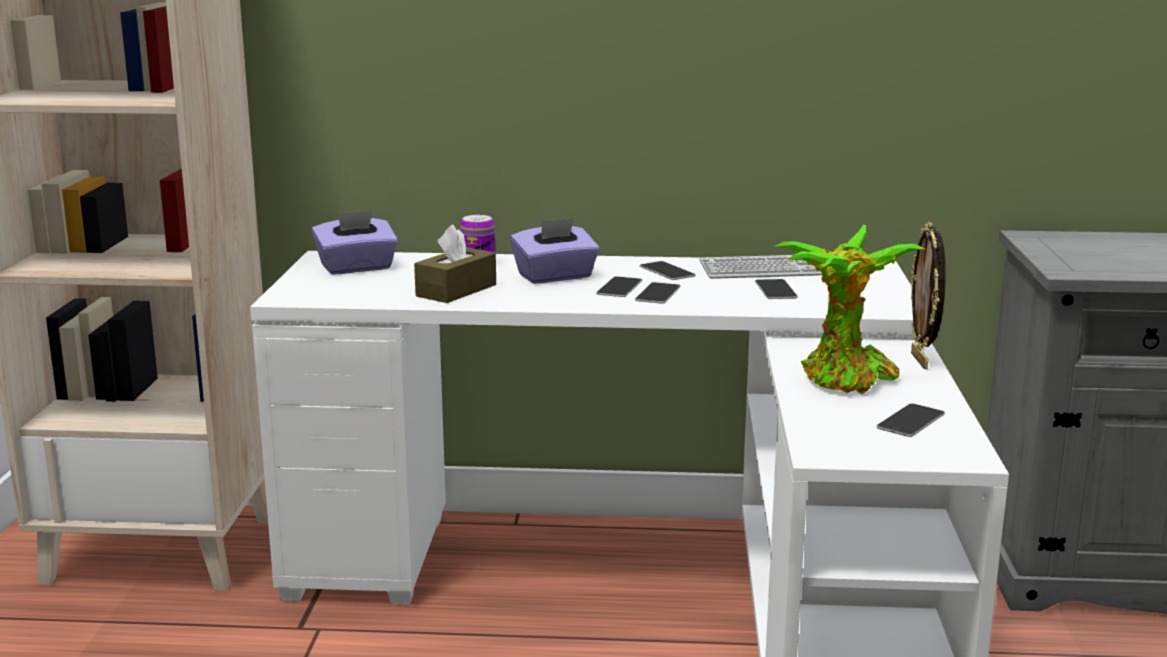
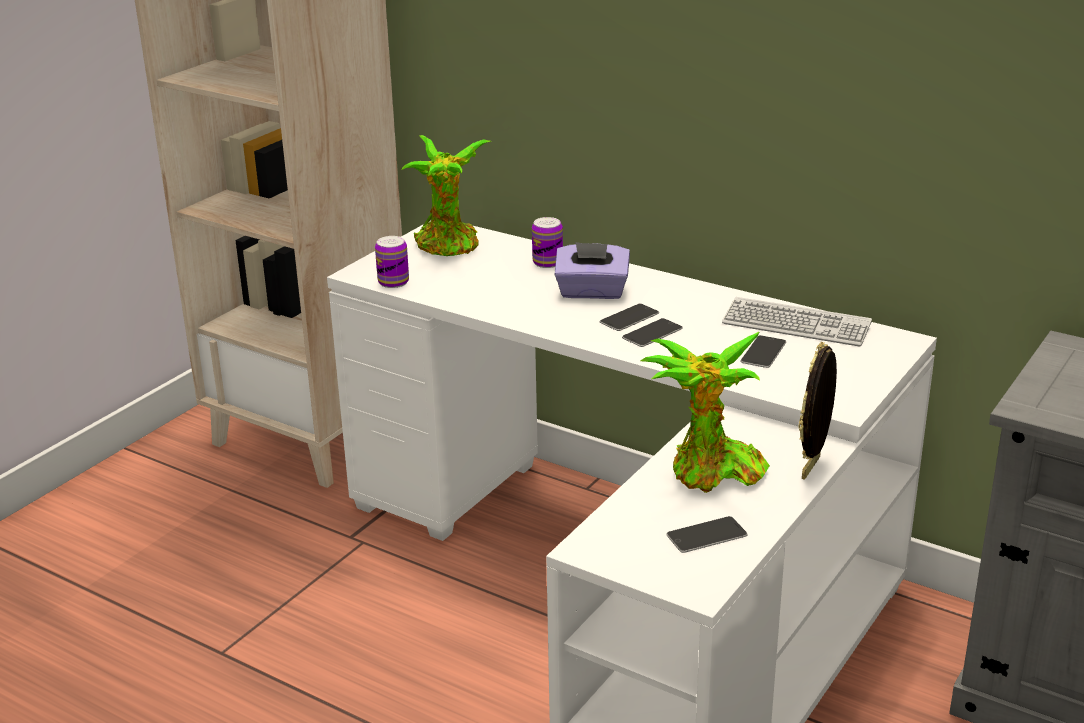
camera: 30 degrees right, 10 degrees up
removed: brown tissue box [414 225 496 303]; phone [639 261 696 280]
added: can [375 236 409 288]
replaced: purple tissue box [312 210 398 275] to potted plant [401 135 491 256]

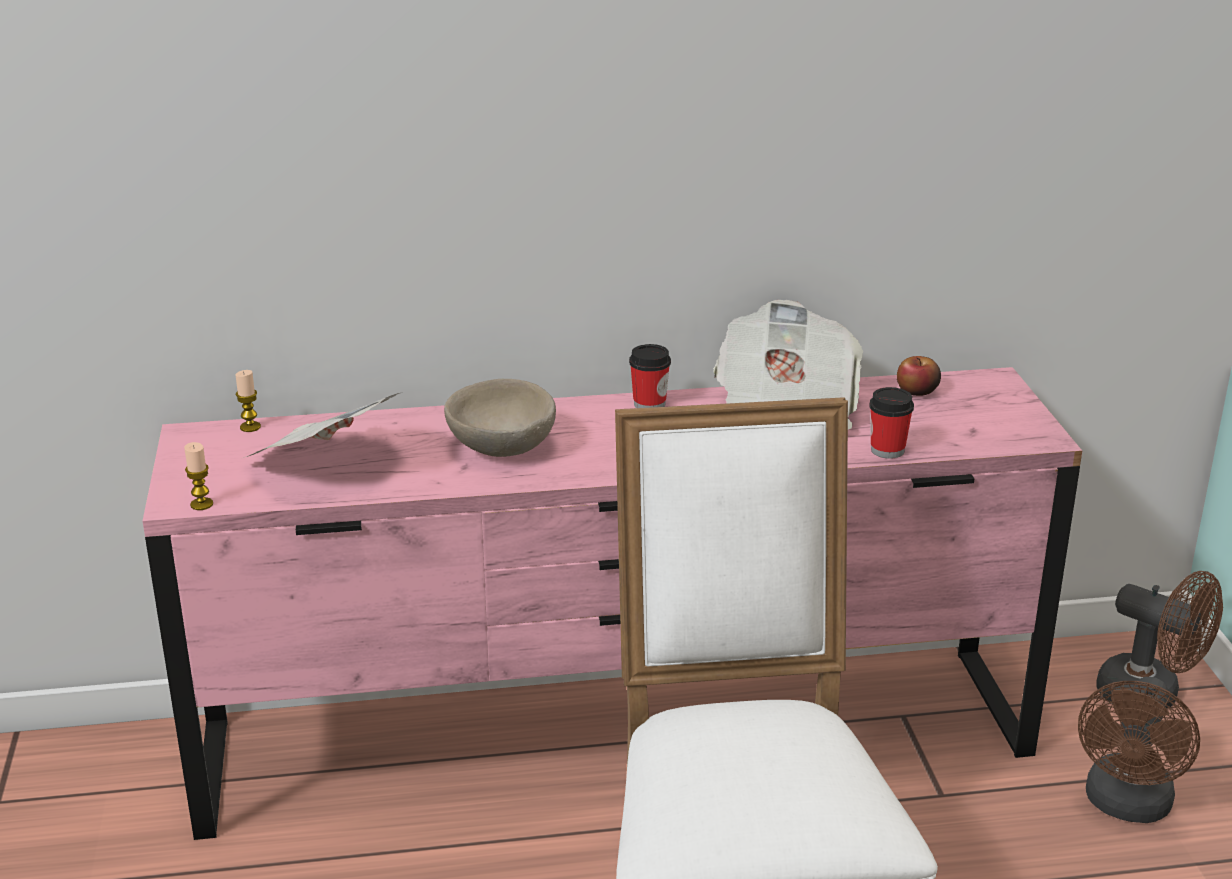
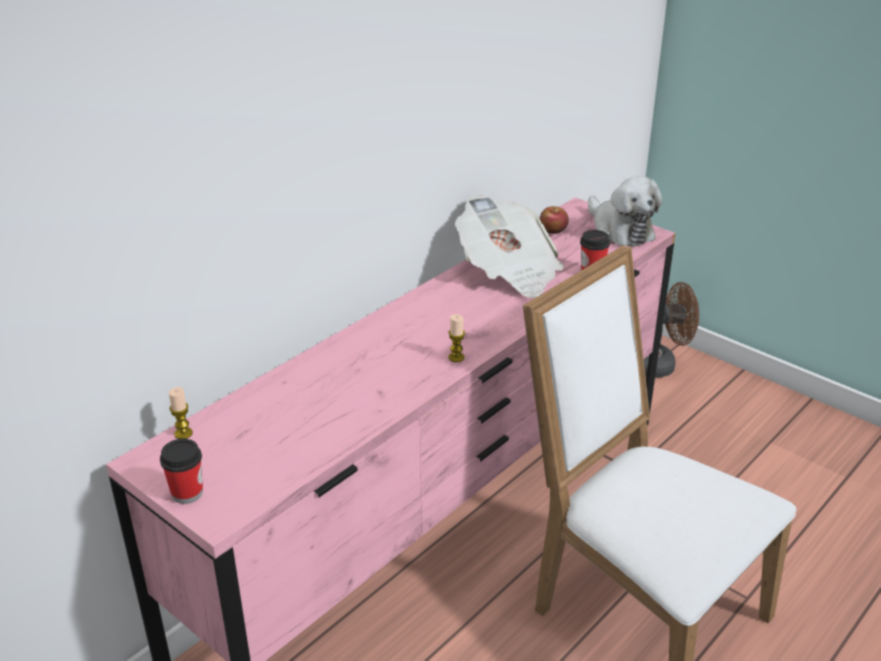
camera: 40 degrees left, 5 degrees up
removed: newspaper [243 393 399 458]; beige bowl [444 379 556 457]; brown fan [1078 677 1200 823]
added: plush toy [588 176 662 247]
moved: candle [184 442 213 510] to [448 314 465 362]; cup [629 344 671 408] to [160 439 203 504]

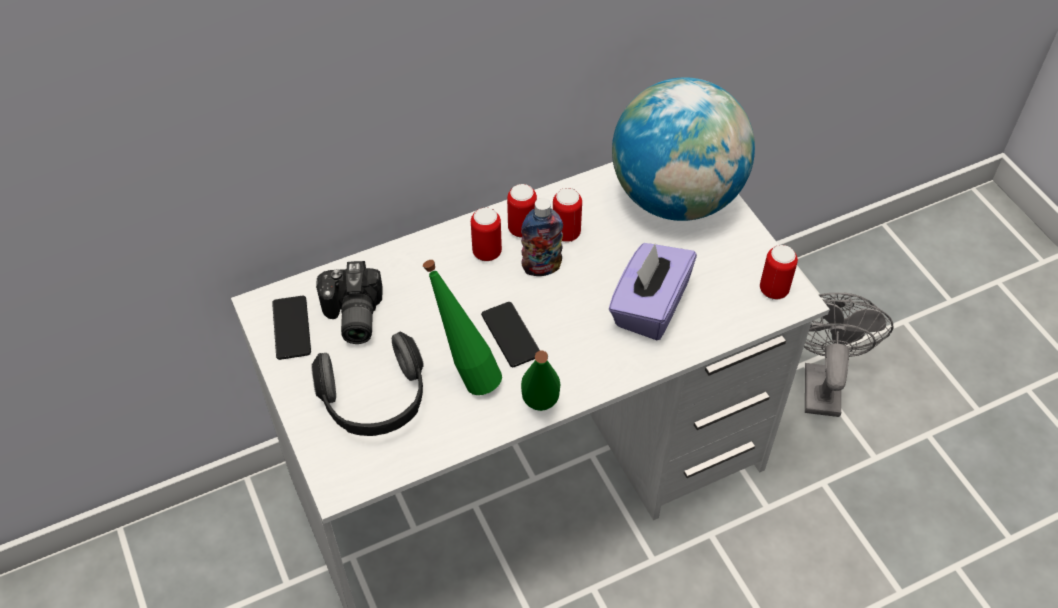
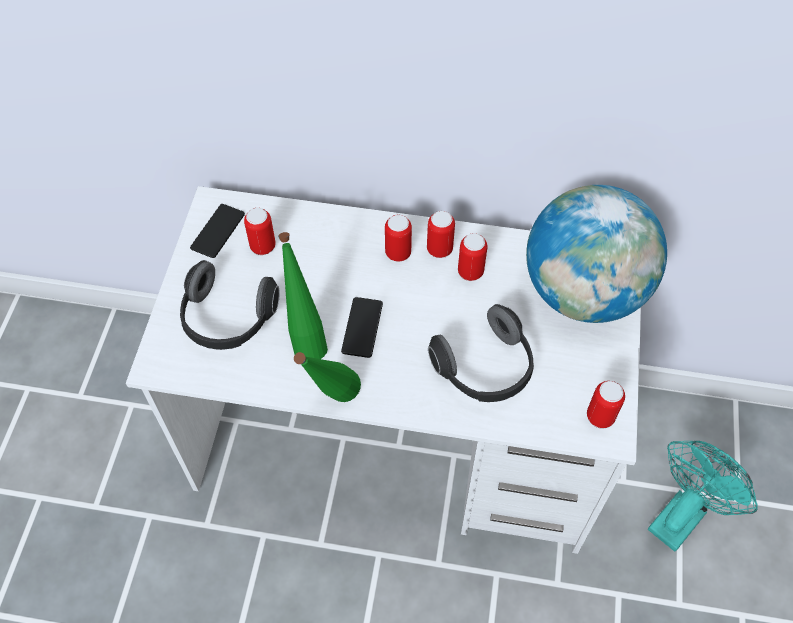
camera: 35 degrees right, 5 degrees up
removed: bottle [521 198 563 276]
replaced: photo camera [316 261 382 344] to can [244 208 276 255]; purple tissue box [609 243 697 340] to headphones [428 304 534 402]
recoloured: grey fan [804 293 894 417] to turquoise fan [648 441 758 551]

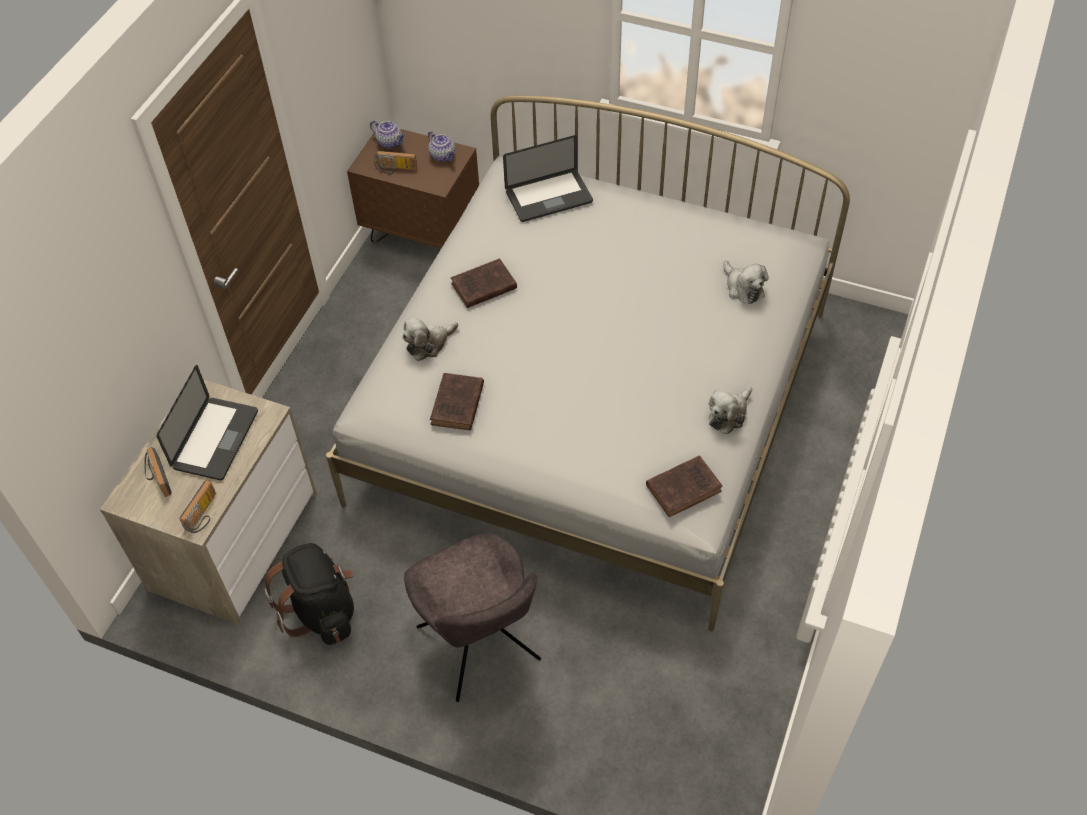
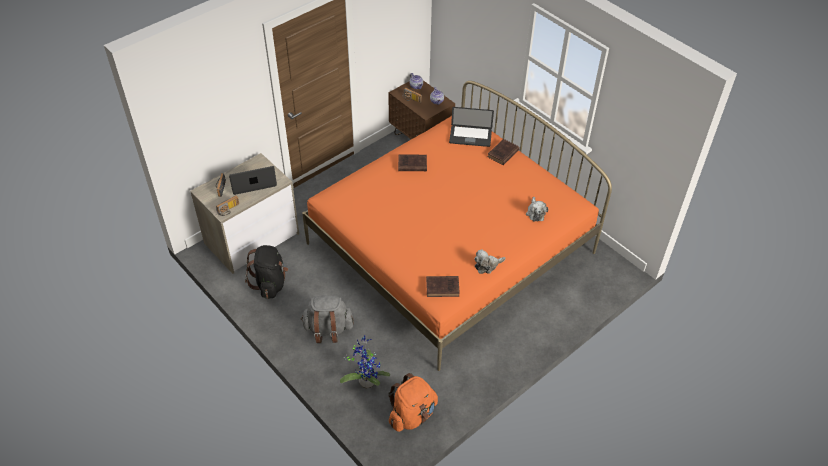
camera: 25 degrees right, 5 degrees down
removed: plush toy [402 317 458 361]
added: potted plant [340 335 390 389]; orange backpack [388 373 438 432]
moved: brown book [430 373 484 430] to [487 139 520 165]
replaced: grey chair [404 533 541 702] to grey backpack [301 295 353 343]
recoloured: white bed [326 95 850 632] to orange bed [302 81 612 371]
turned: laptop [157 365 258 480] = [229 166 277 195] 150 degrees counterclockwise

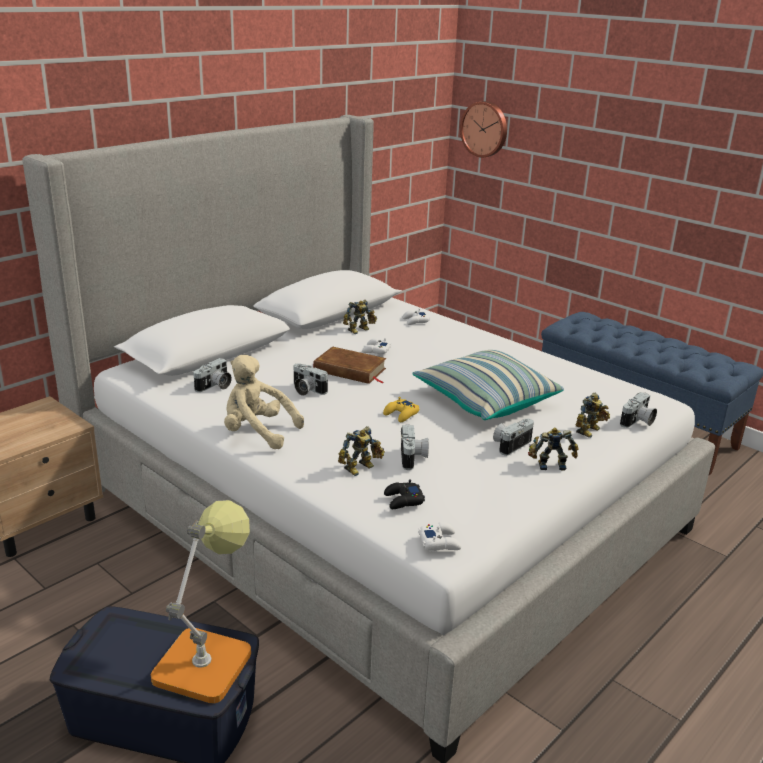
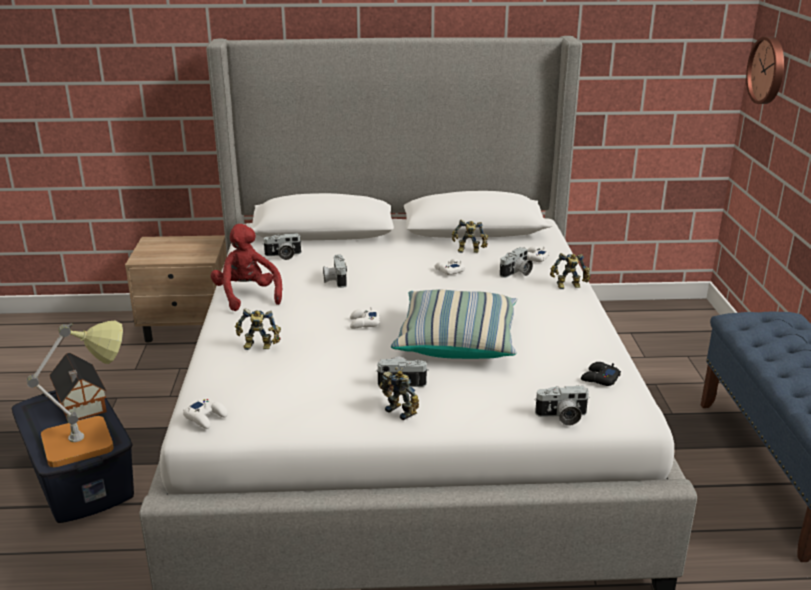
camera: 45 degrees right, 0 degrees up
removed: brown book [313 347 387 384]
added: toy house [49 353 107 420]
moved: black game controller [384 479 425 509] to [581 362 621 386]; photo camera [401 424 429 470] to [500 247 533 278]; toy robot [576 393 610 438] to [550 253 591 289]
recoloured: beige plush toy [224 355 304 449] to red plush toy [211 224 282 311]; yellow game controller [383 397 419 422] to white game controller [350 307 380 329]

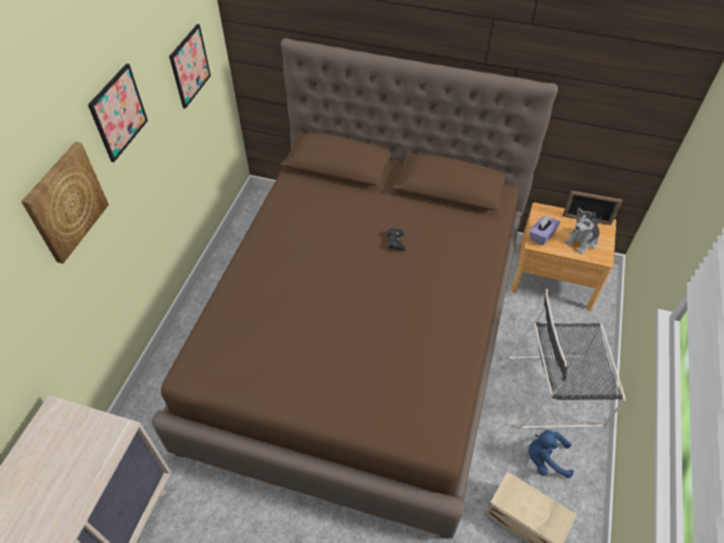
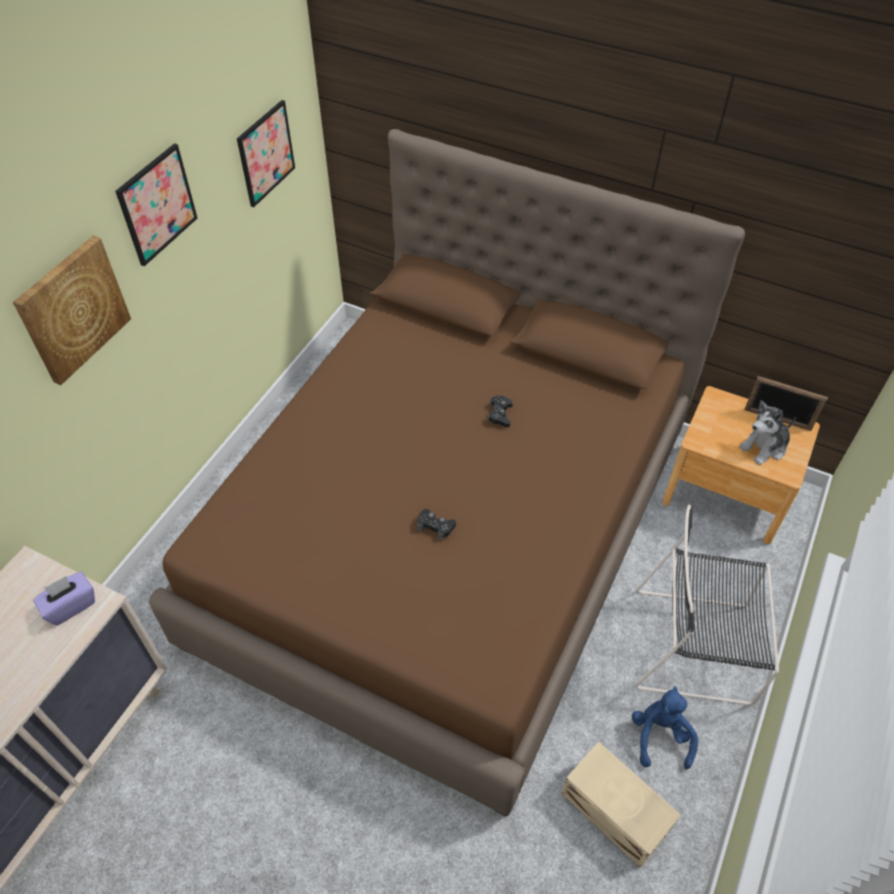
camera: 10 degrees right, 0 degrees up
added: black game controller [417 509 456 541]
moved: purple tissue box [529 216 560 245] to [33 572 95 626]
turned: blue plush toy [529 430 574 478] = [632 686 698 769] 75 degrees clockwise

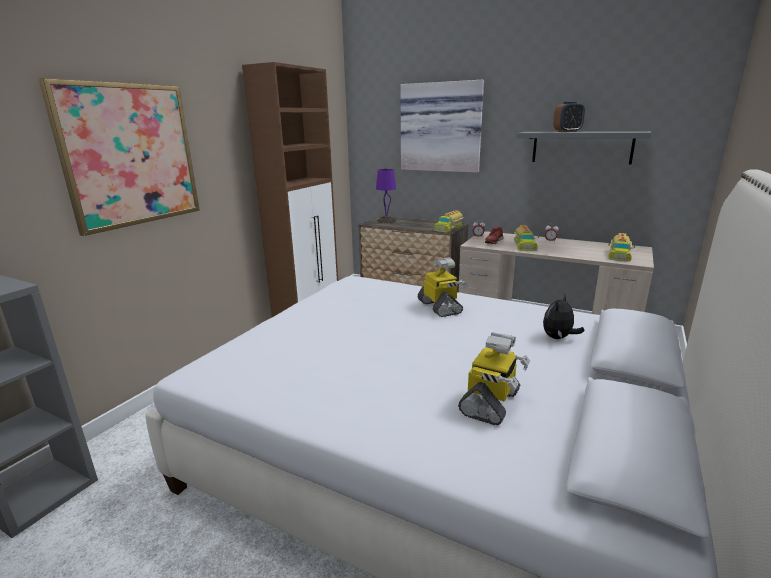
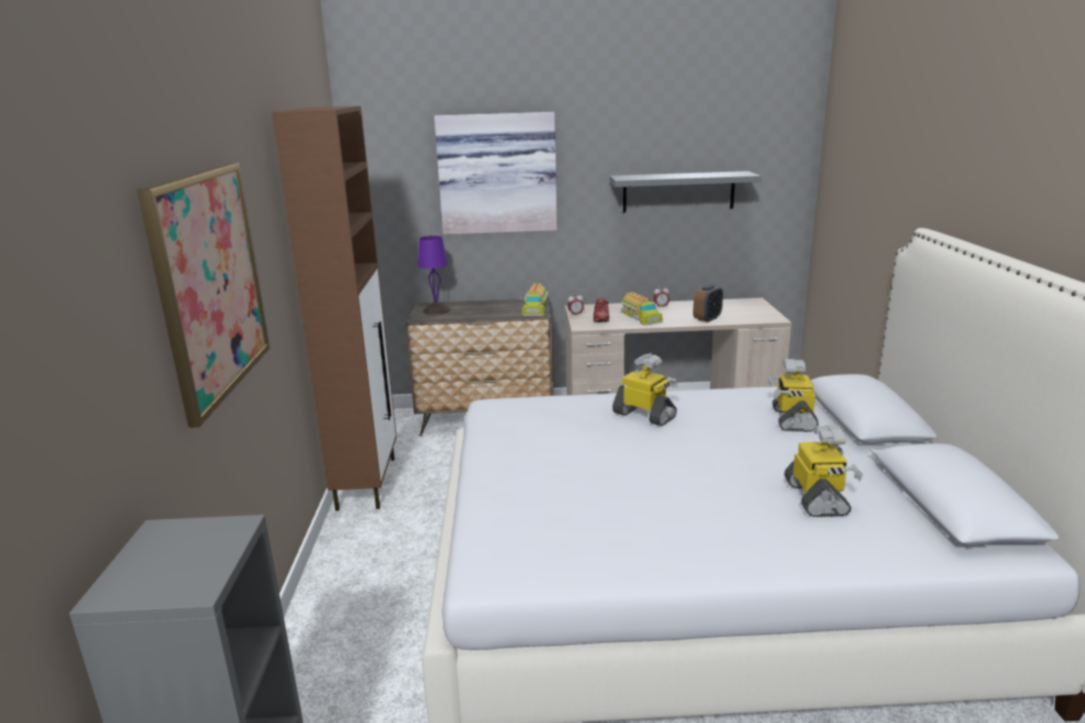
camera: 30 degrees left, 0 degrees up
removed: toy truck [608 233 635 262]
moved: alarm clock [553 102 585 132] to [693 284 723 322]
replaced: plush toy [543 295 585 339] to toy robot [768 359 818 432]

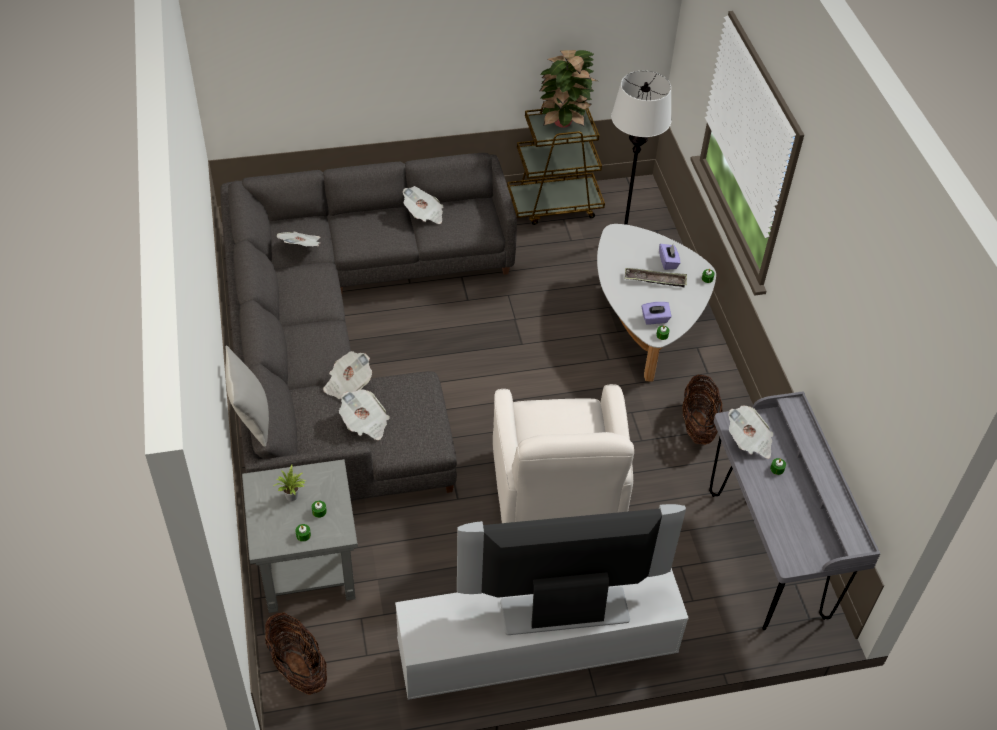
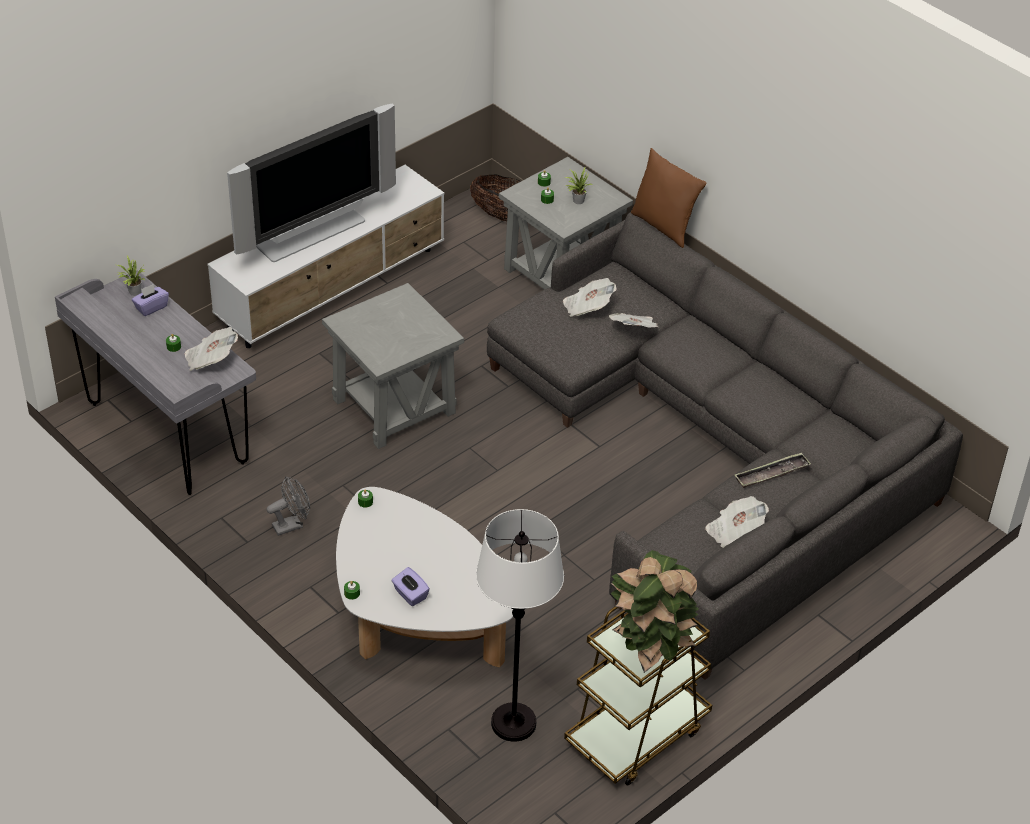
camera: 150 degrees right, 5 degrees down
removed: newspaper [277 232 320 246]
added: potted plant [117 256 146 296]
moved: tray [625 268 687 288] to [734 452 811 488]; purple tissue box [642 302 672 325] to [132 284 169 316]
replaced: white armchair [493 384 634 523] to grey side table [322 283 464 449]; basket [682 375 723 445] to grey fan [267 476 310 536]
recoloured: grey pillow [225 346 269 447] to brown pillow [631 148 707 248]

